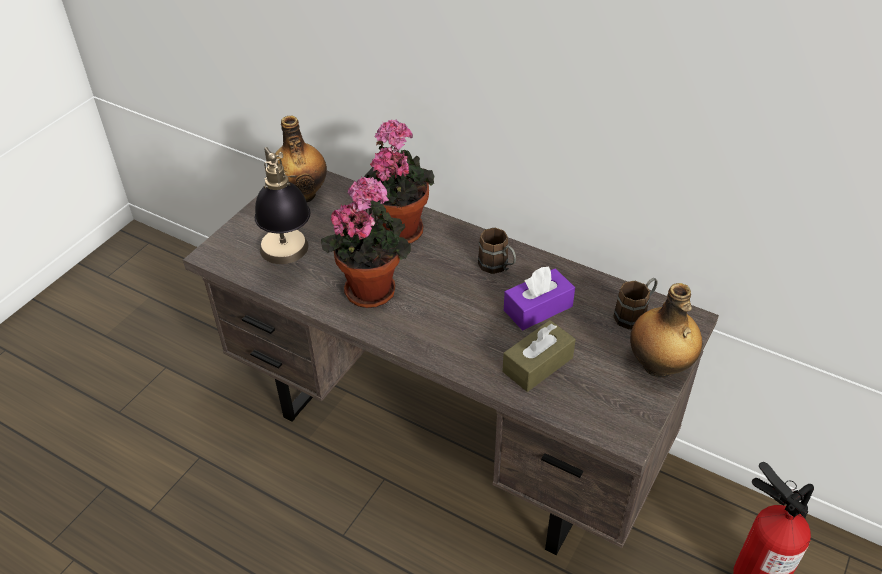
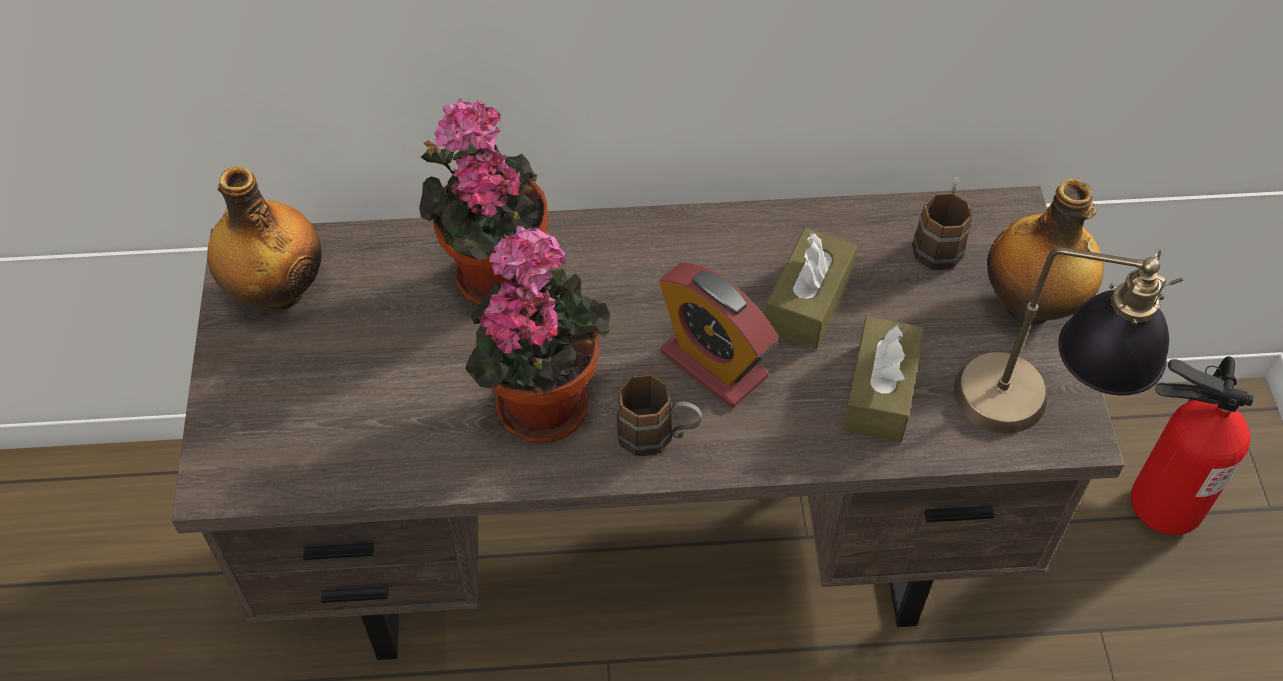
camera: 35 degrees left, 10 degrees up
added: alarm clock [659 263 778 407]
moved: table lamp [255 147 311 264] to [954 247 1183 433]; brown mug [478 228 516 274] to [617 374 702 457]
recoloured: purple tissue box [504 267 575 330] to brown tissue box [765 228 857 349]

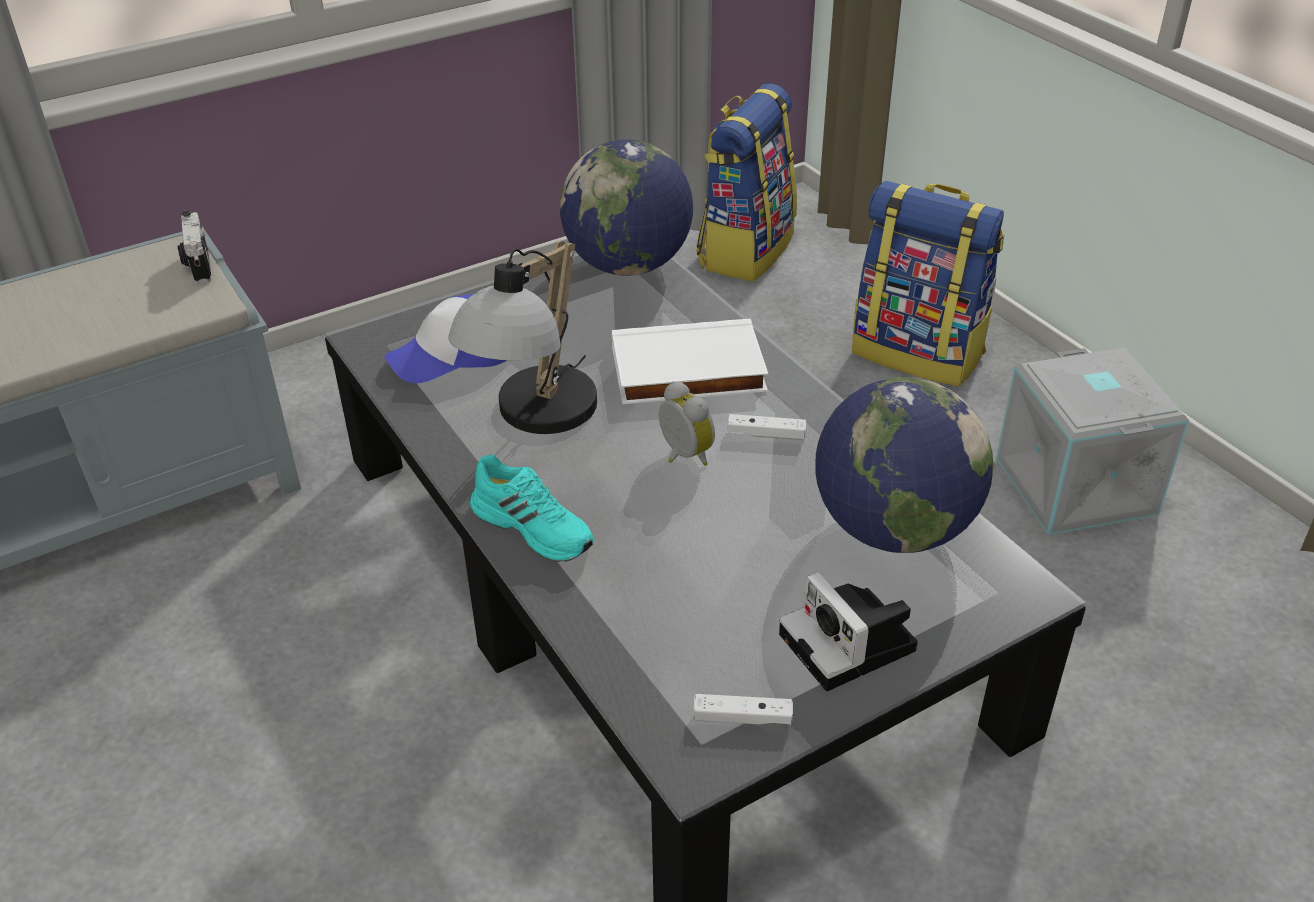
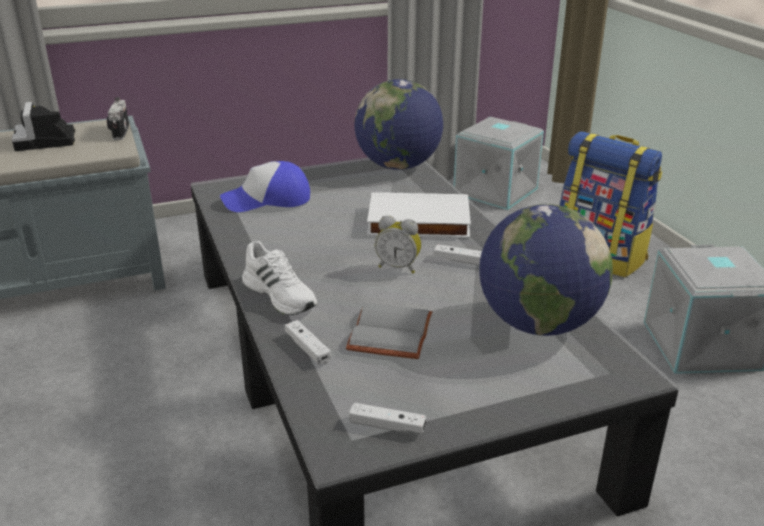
camera: 10 degrees right, 10 degrees down
removed: table lamp [448 241 597 434]
added: white game controller [285 320 331 365]; grey book [346 303 432 359]
moved: photo camera [779 572 918 691] to [12 102 75 151]
replaced: backpack [696 84 797 281] to grey storage box [454 117 544 210]
recoloured: turquoise shoe [470 455 593 562] to white shoe [242 241 317 316]
turned: alarm clock [659 381 715 466] = [375 216 421 274] 135 degrees clockwise

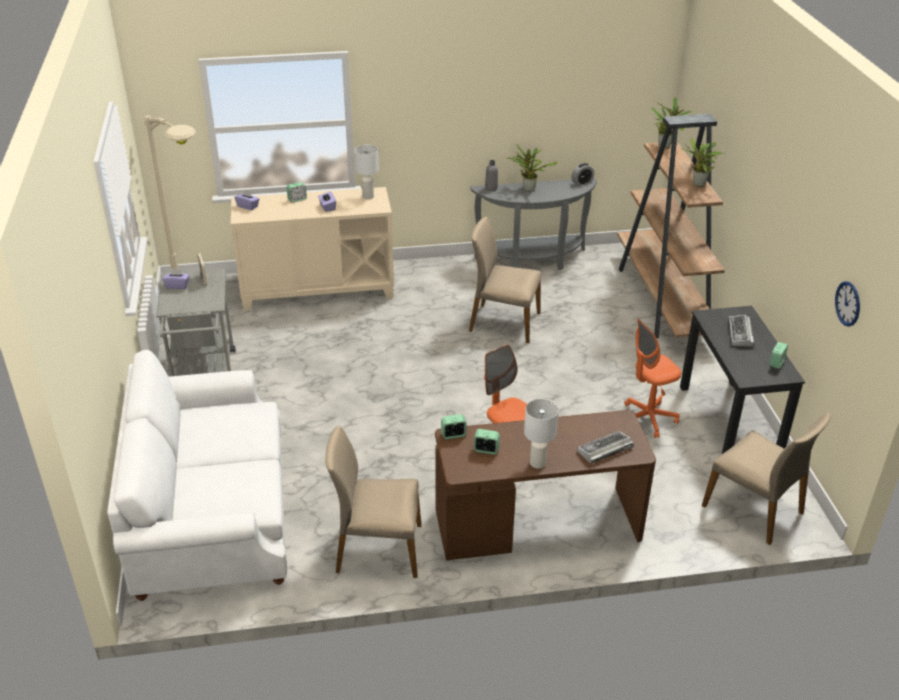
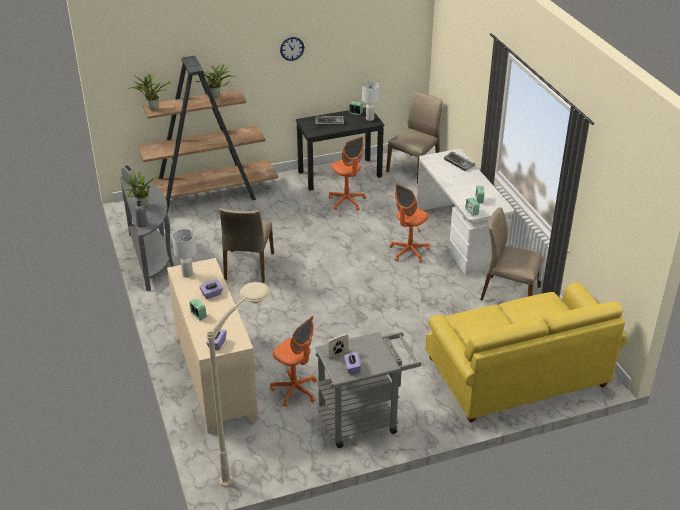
camera: 100 degrees left, 0 degrees up
added: orange office chair [270 316 317 407]
moved: white table lamp [524 399 559 469] to [362 81 379 121]; wall clock [835 281 860 327] to [280 37 304 61]
recoloured: white sofa [107 350 287 601] to yellow sofa [425 282 628 423]; brown desk [435 410 656 560] to white desk [417 149 514 274]
turned: beige chair [325 426 421 578] = [480 207 543 301] 120 degrees clockwise

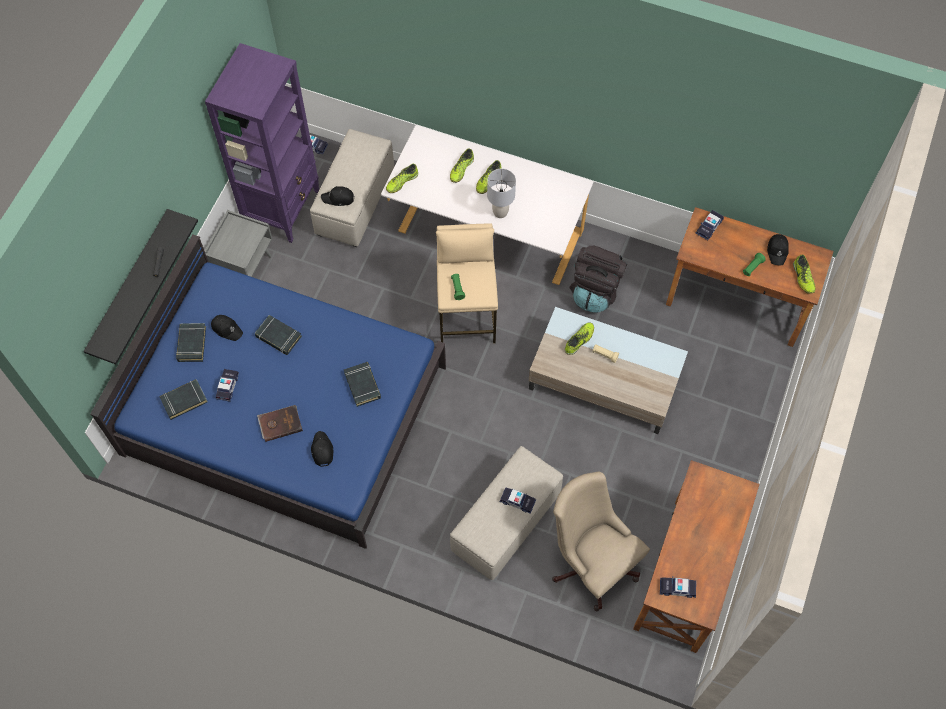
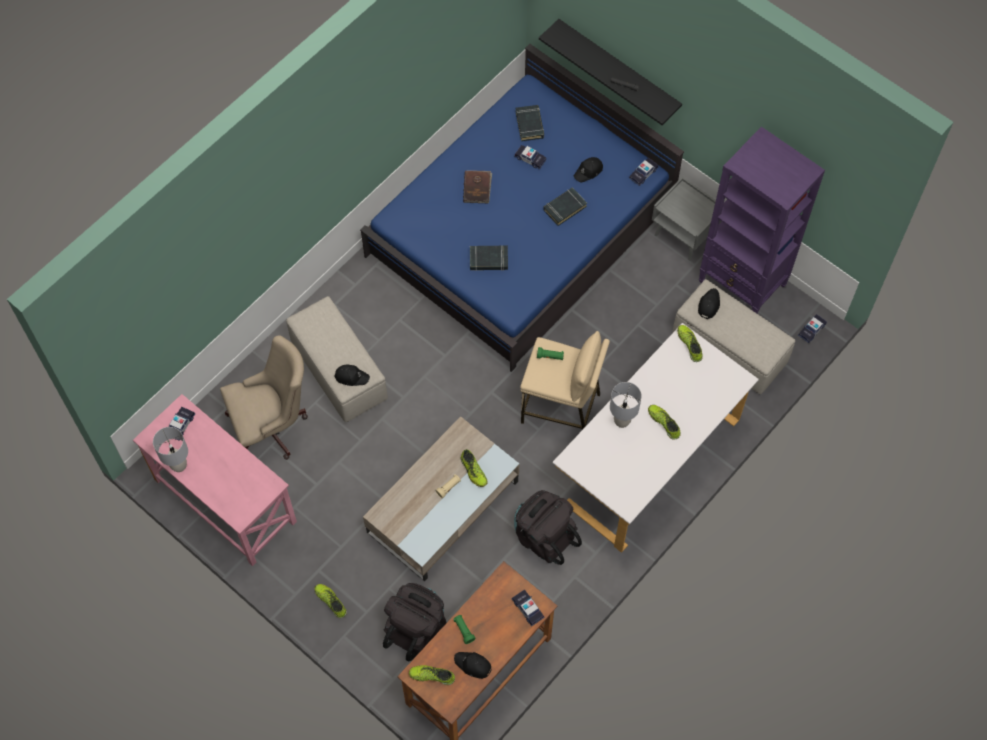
camera: 110 degrees right, 0 degrees up
removed: black book [176 323 206 362]
added: grey table lamp [153 427 188 472]; black backpack [383 583 447 662]
moved: black cap [311 431 333 467] to [334 365 370 386]; shoe [450 148 474 183] to [314 584 347 618]; toy car [500 487 536 514] to [629 158 659 186]
recoloured: brown desk [633 460 760 653] to pink desk [133 394 297 566]

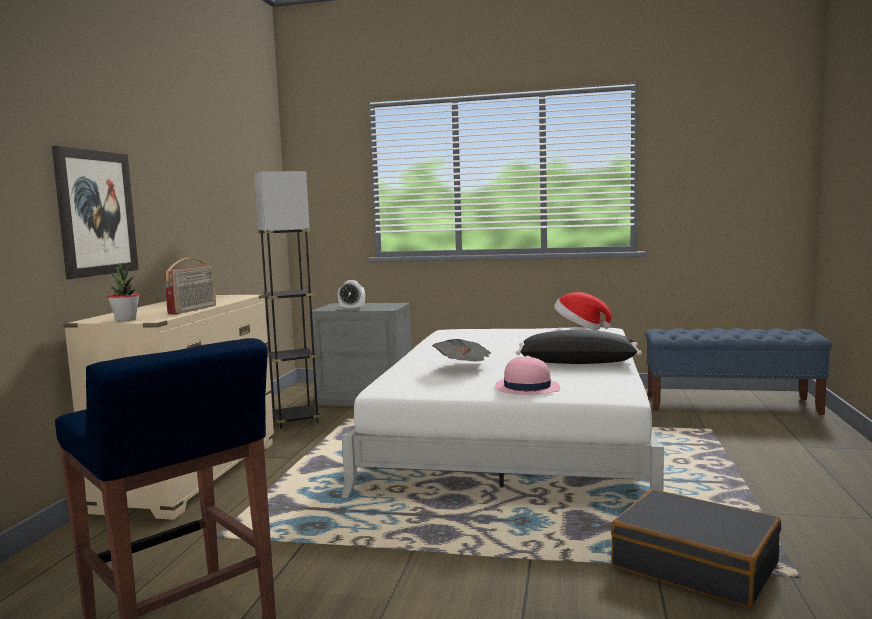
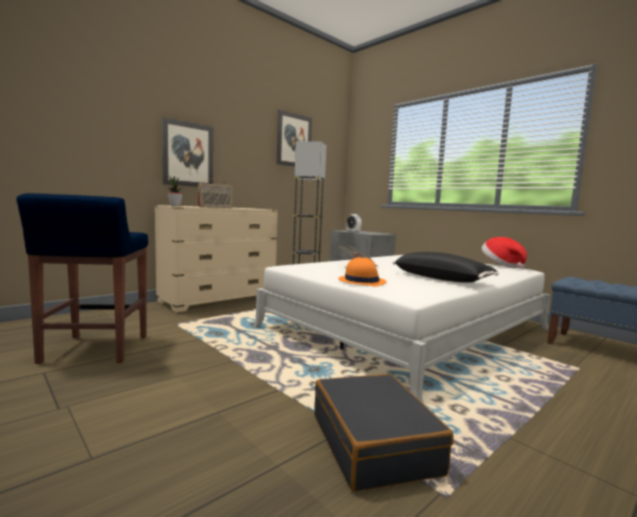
camera: 35 degrees right, 0 degrees up
added: picture [277 110 312 167]
recoloured: pink hat [495 356 560 395] to orange hat [338 257 387 286]

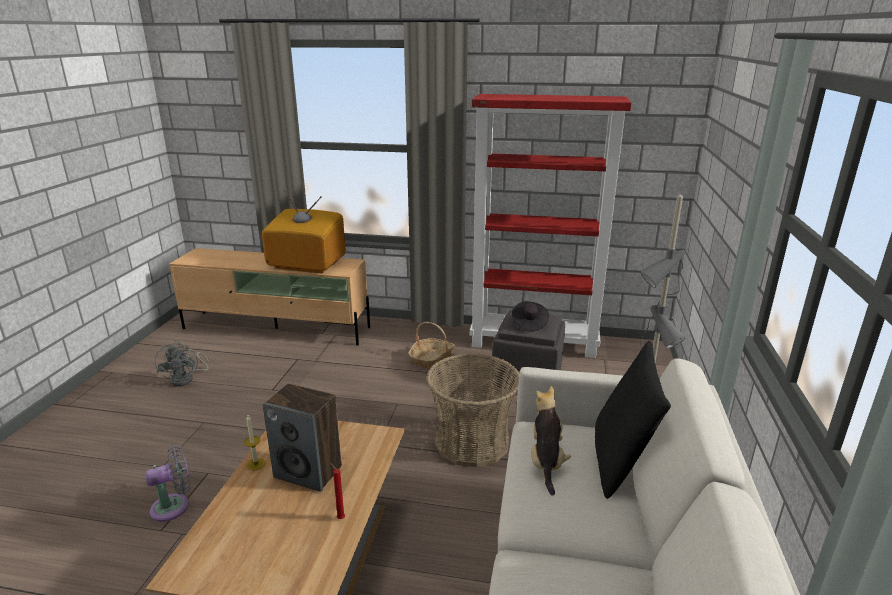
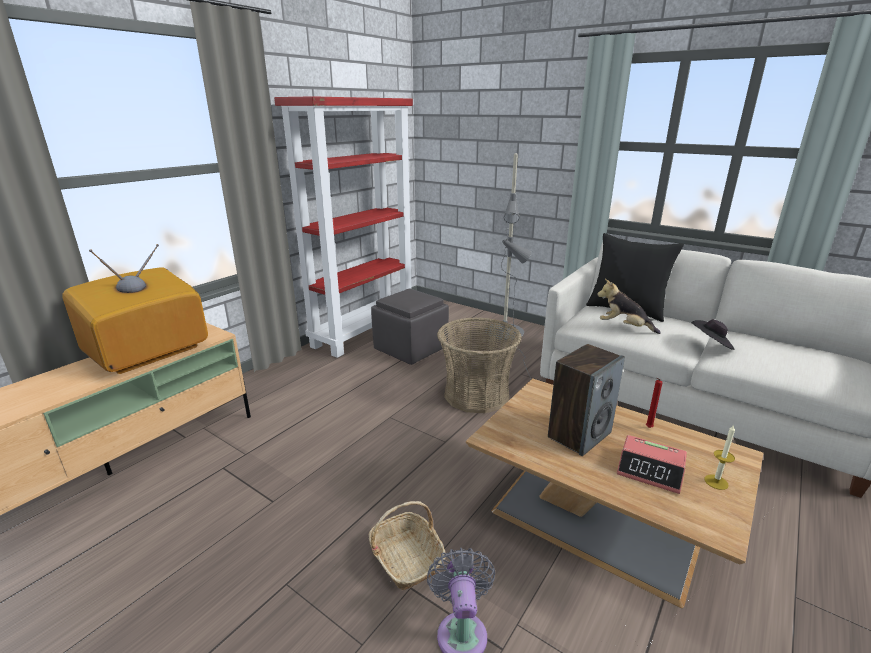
camera: 65 degrees left, 0 degrees up
removed: grey fan [155 341 209 386]
added: alarm clock [617 435 687 494]
moved: candle [244 416 265 470] to [705 425 735 490]; basket [408 322 455 369] to [369 501 446 591]; black hat [512 301 549 332] to [691 319 735 350]

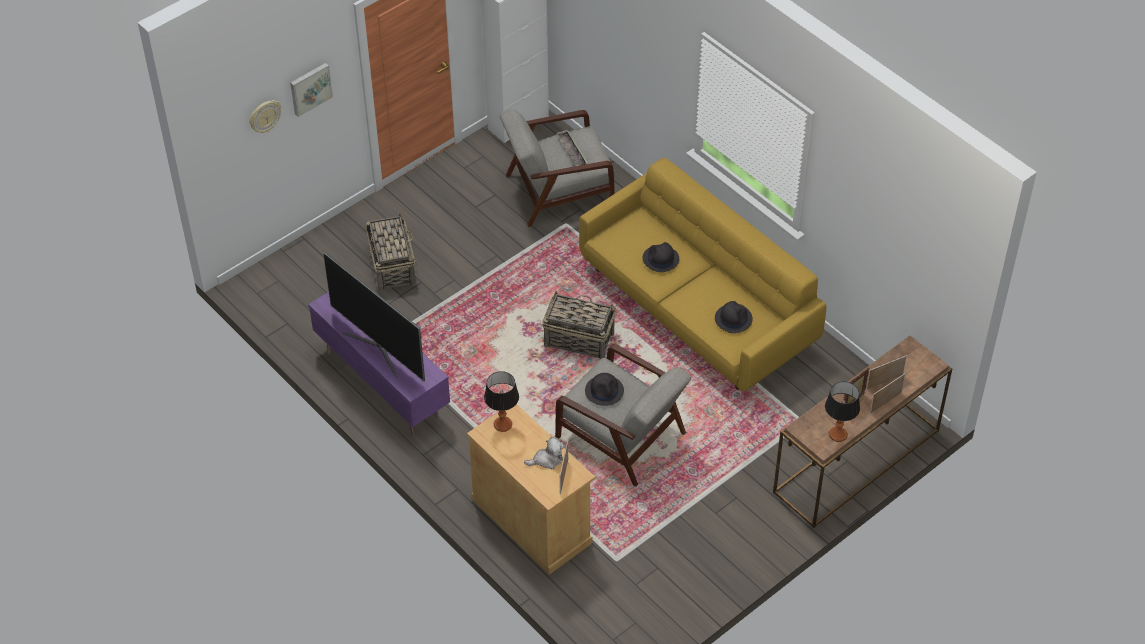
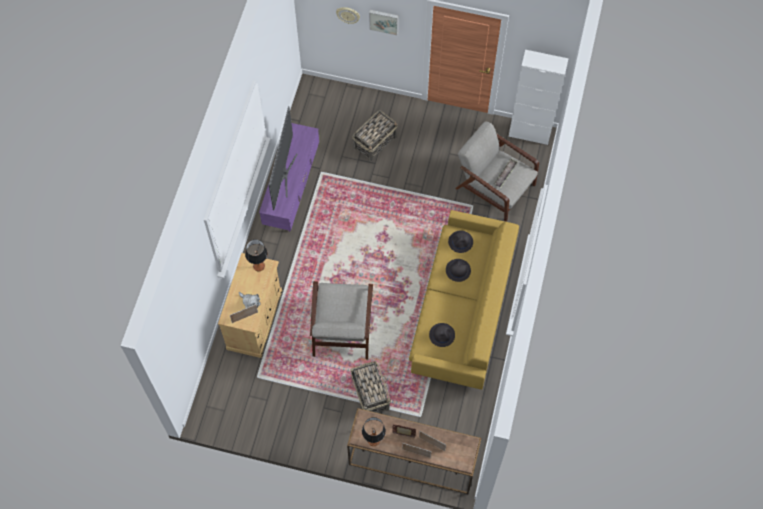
camera: 55 degrees right, 15 degrees up
moved: basket [542 291 616 360] to [351 361 391 412]; black hat [585 373 624 406] to [448 231 473 253]

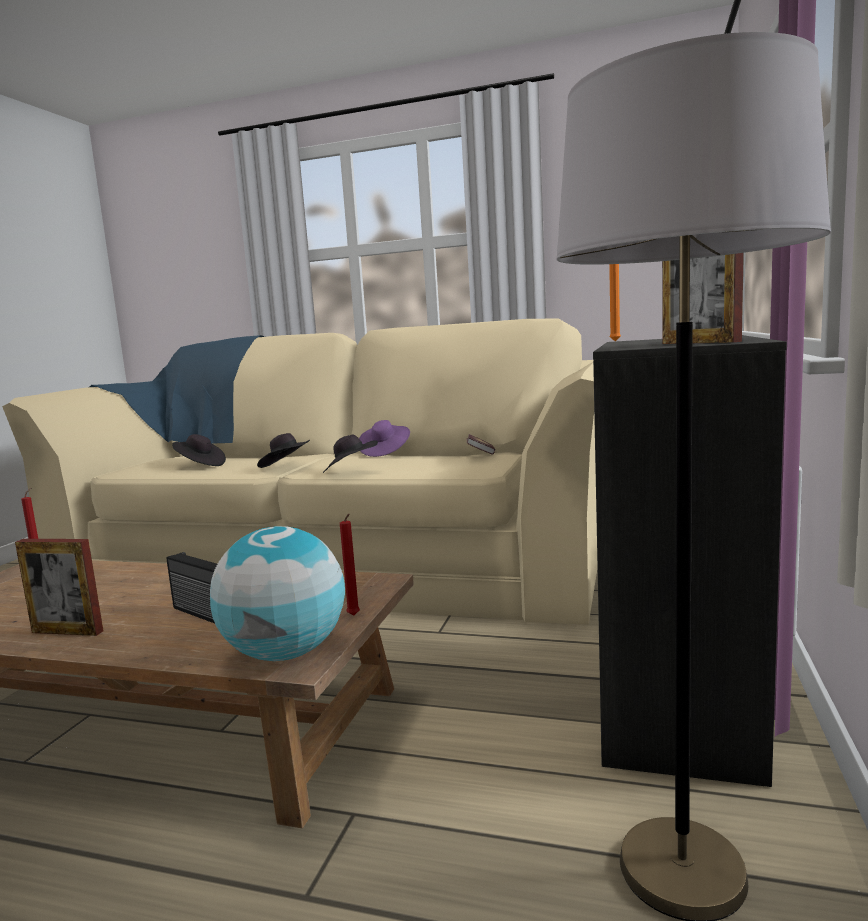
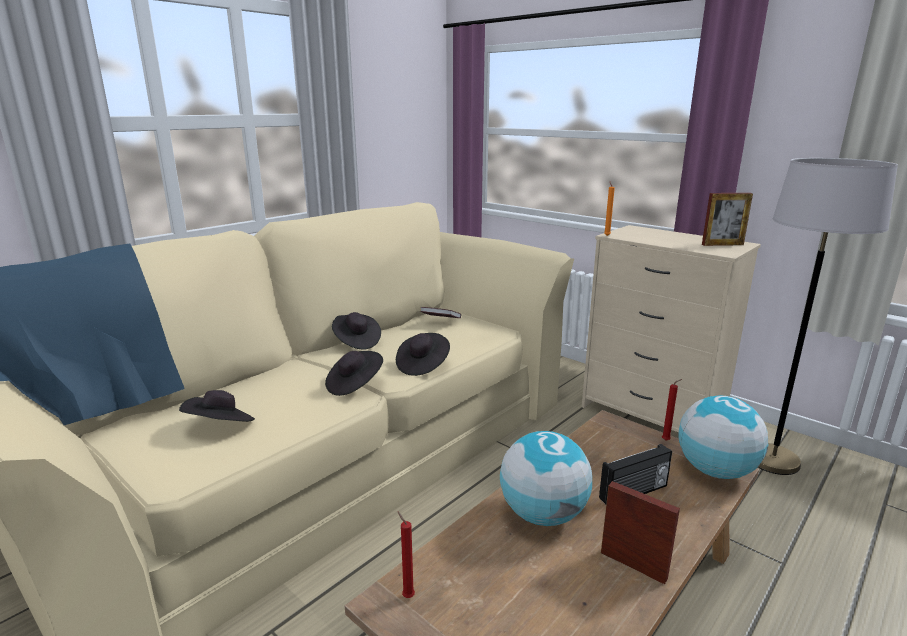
camera: 65 degrees left, 10 degrees up
added: globe [500 431 592 526]
recoloured: purple hat [359 420 410 457] to black hat [332 312 381 350]; black dresser [593 335 787 787] to beige dresser [582 225 761 432]
turned: picture frame [15 539 104 636] = [601 481 680 584] 90 degrees counterclockwise

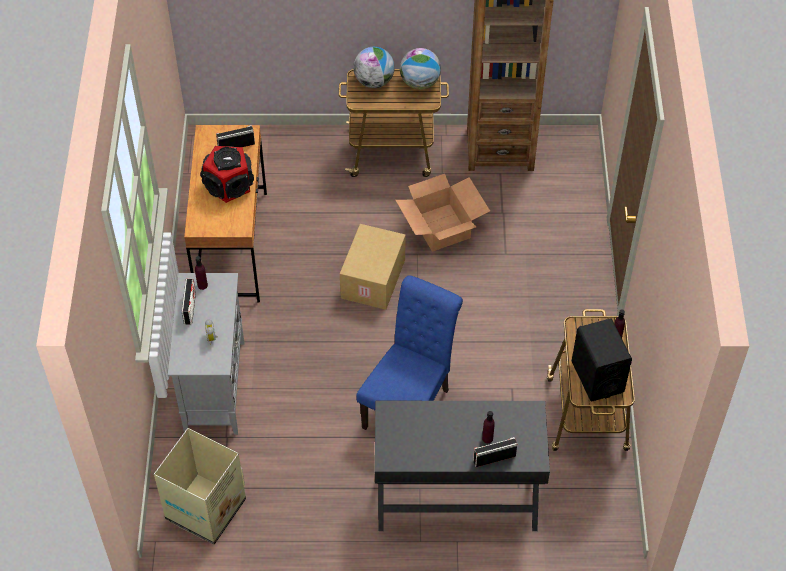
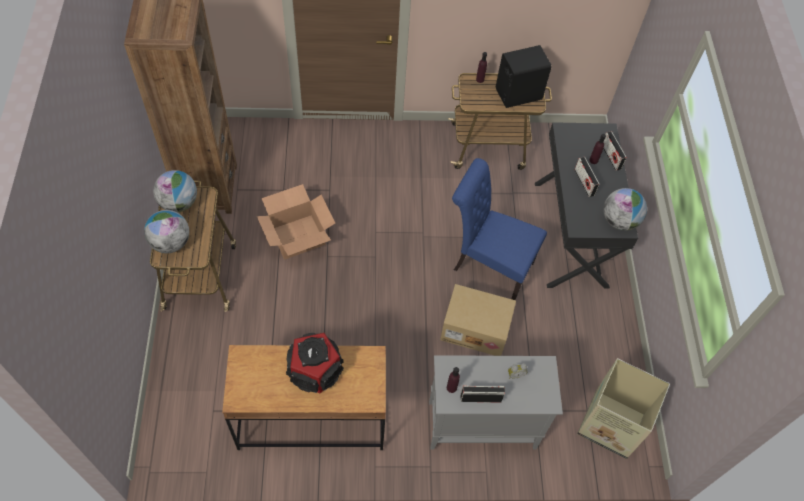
camera: 95 degrees left, 5 degrees up
added: globe [603 188 647 231]
moved: radio [216 125 255 147] to [575 157 599 197]; cardboard box [340 224 406 310] to [440 284 516 356]

